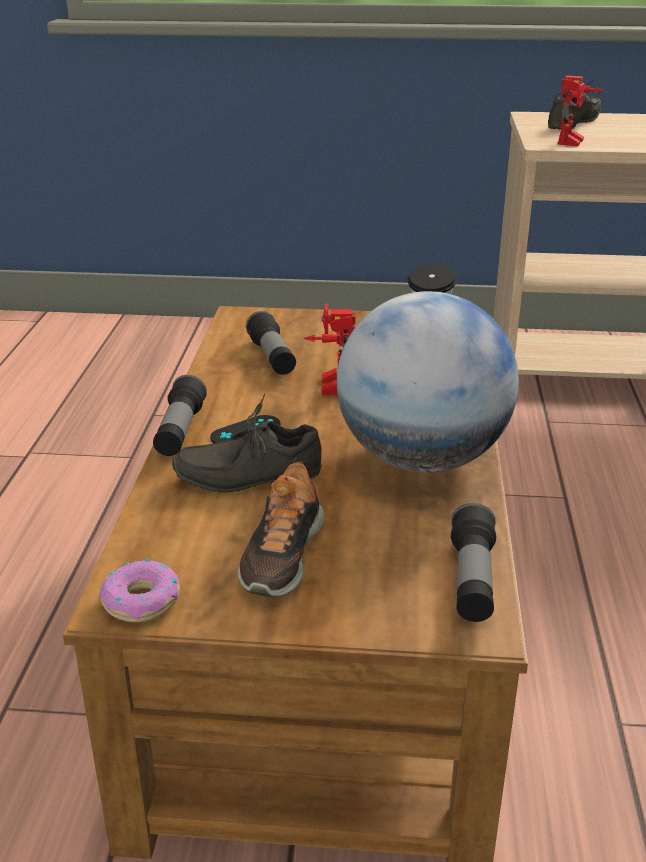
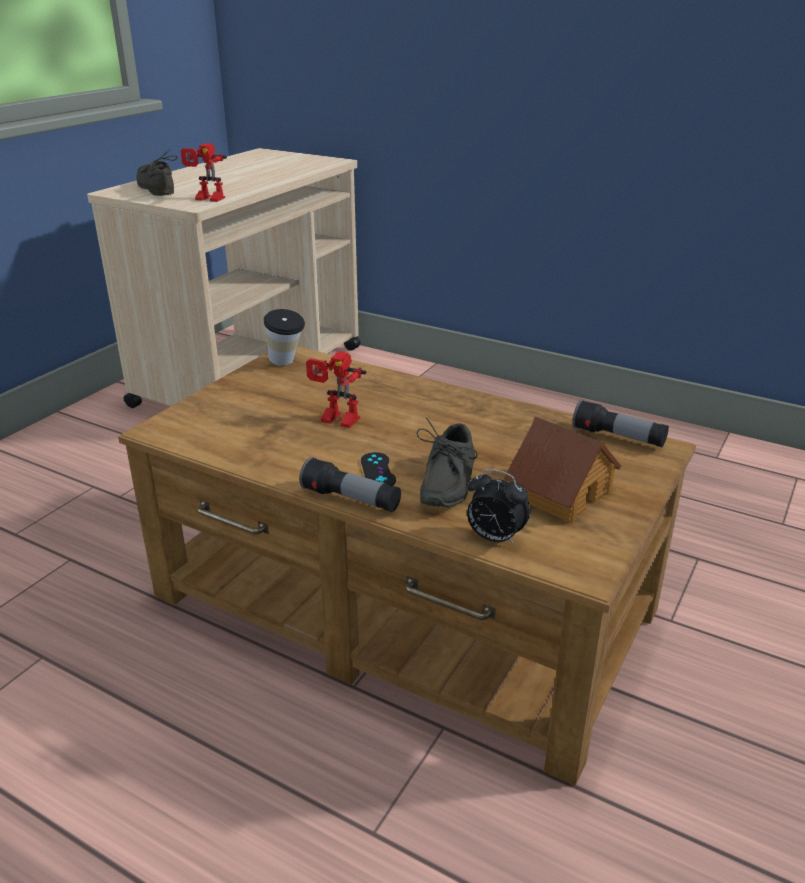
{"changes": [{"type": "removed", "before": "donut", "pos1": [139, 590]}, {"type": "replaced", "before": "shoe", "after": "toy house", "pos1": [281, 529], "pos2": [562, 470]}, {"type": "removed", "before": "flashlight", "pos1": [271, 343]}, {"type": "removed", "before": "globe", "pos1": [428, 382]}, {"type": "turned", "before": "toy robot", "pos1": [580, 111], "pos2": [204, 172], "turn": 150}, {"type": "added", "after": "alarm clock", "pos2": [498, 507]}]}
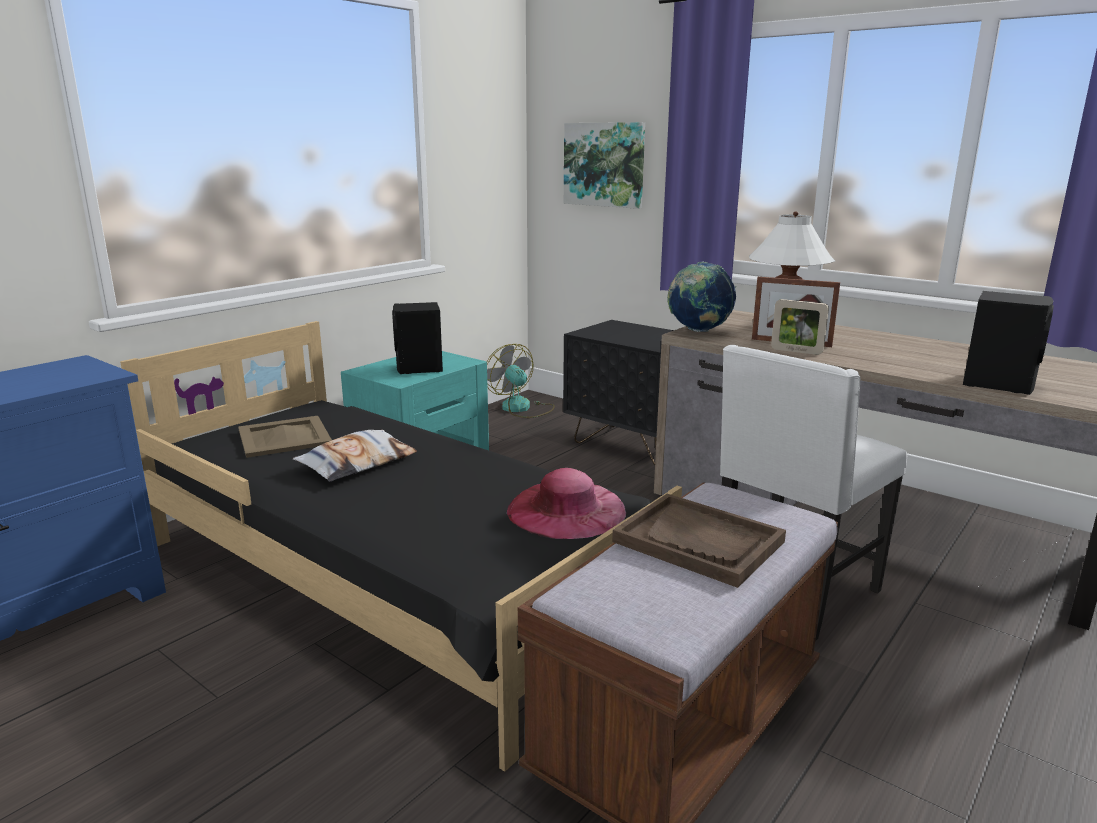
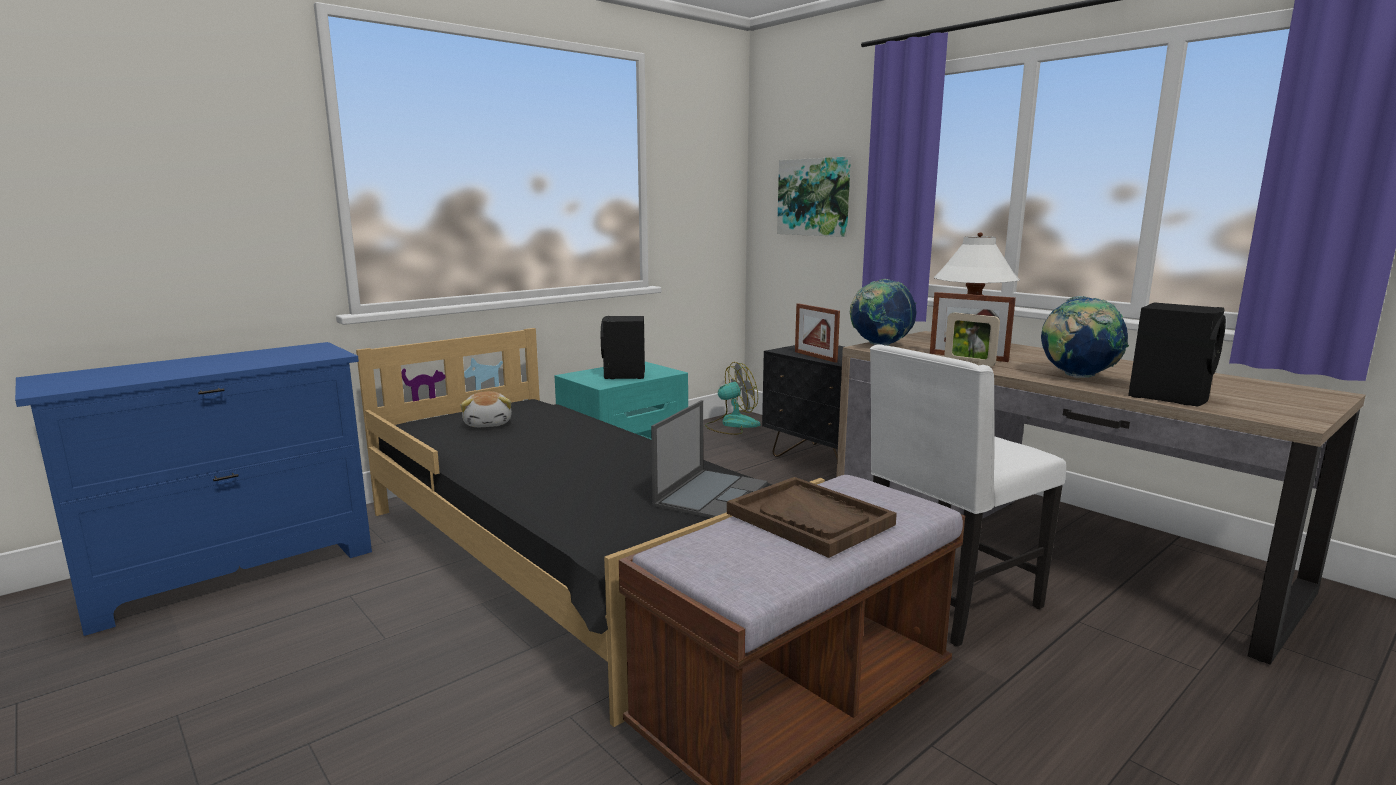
{"changes": [{"type": "replaced", "before": "beige tray", "after": "plush toy", "pos1": [285, 437], "pos2": [486, 409]}, {"type": "removed", "before": "pillow", "pos1": [355, 456]}, {"type": "turned", "before": "fan", "pos1": [521, 381], "pos2": [732, 398], "turn": 90}, {"type": "replaced", "before": "pink hat", "after": "laptop", "pos1": [566, 503], "pos2": [709, 459]}, {"type": "added", "after": "picture frame", "pos2": [817, 333]}, {"type": "added", "after": "globe", "pos2": [1085, 337]}]}
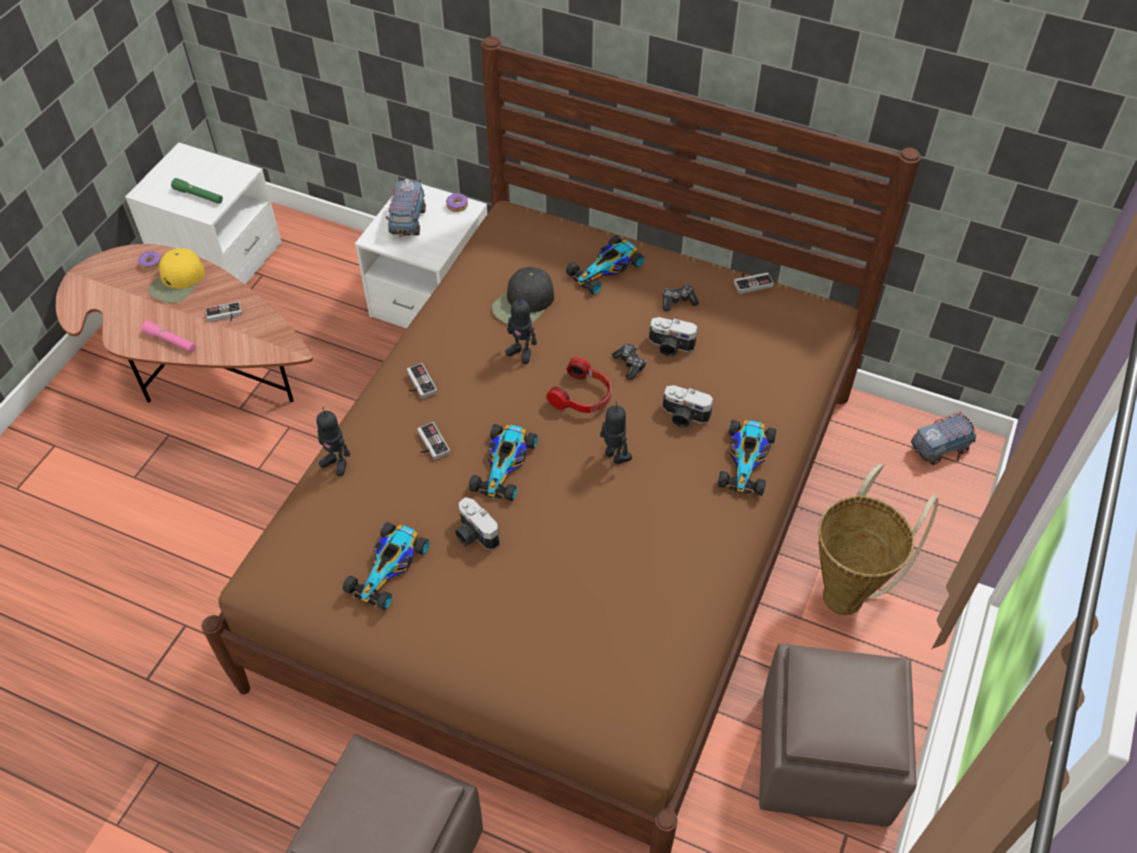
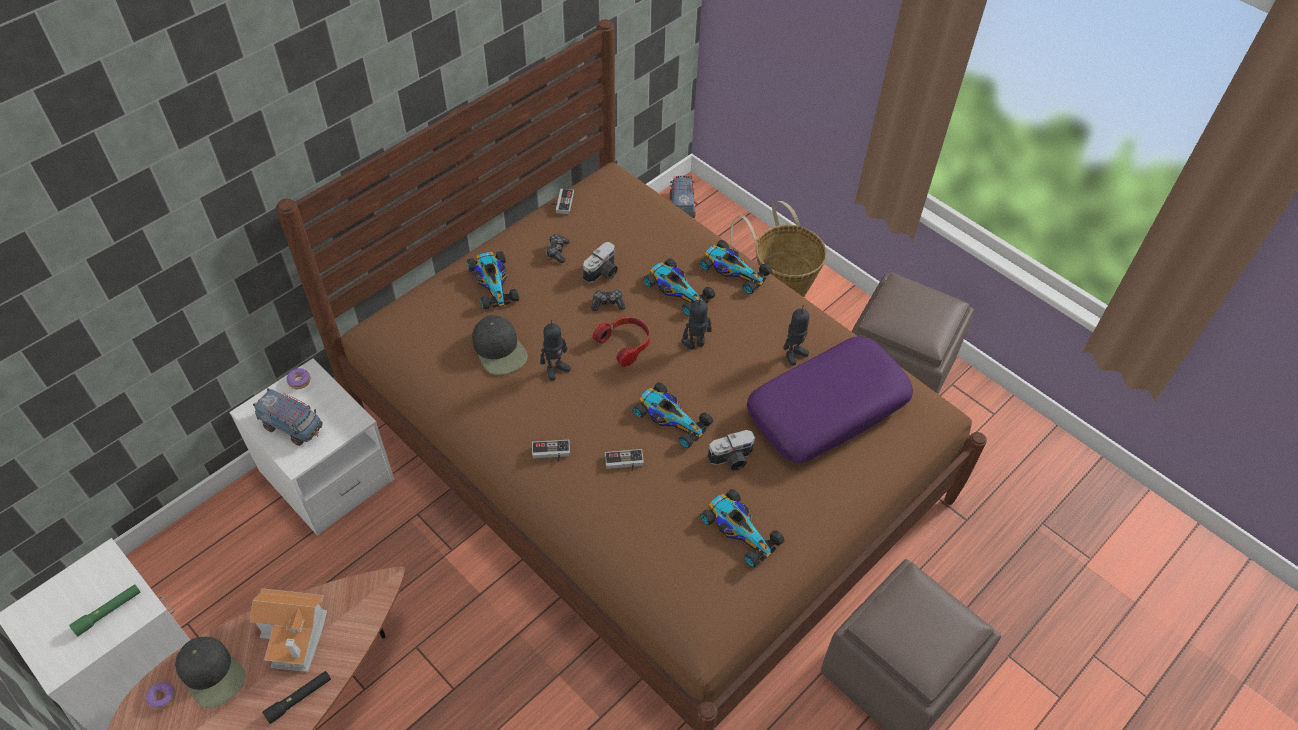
{"changes": [{"type": "recoloured", "before": "pink flashlight", "after": "black flashlight", "pos1": [168, 336], "pos2": [296, 697]}, {"type": "recoloured", "before": "yellow cap", "after": "black cap", "pos1": [176, 275], "pos2": [210, 672]}, {"type": "replaced", "before": "game controller", "after": "toy house", "pos1": [223, 312], "pos2": [288, 630]}, {"type": "moved", "before": "toy robot", "pos1": [333, 441], "pos2": [796, 335]}, {"type": "replaced", "before": "photo camera", "after": "toy car", "pos1": [688, 406], "pos2": [679, 287]}, {"type": "added", "after": "purple pillow", "pos2": [830, 399]}]}
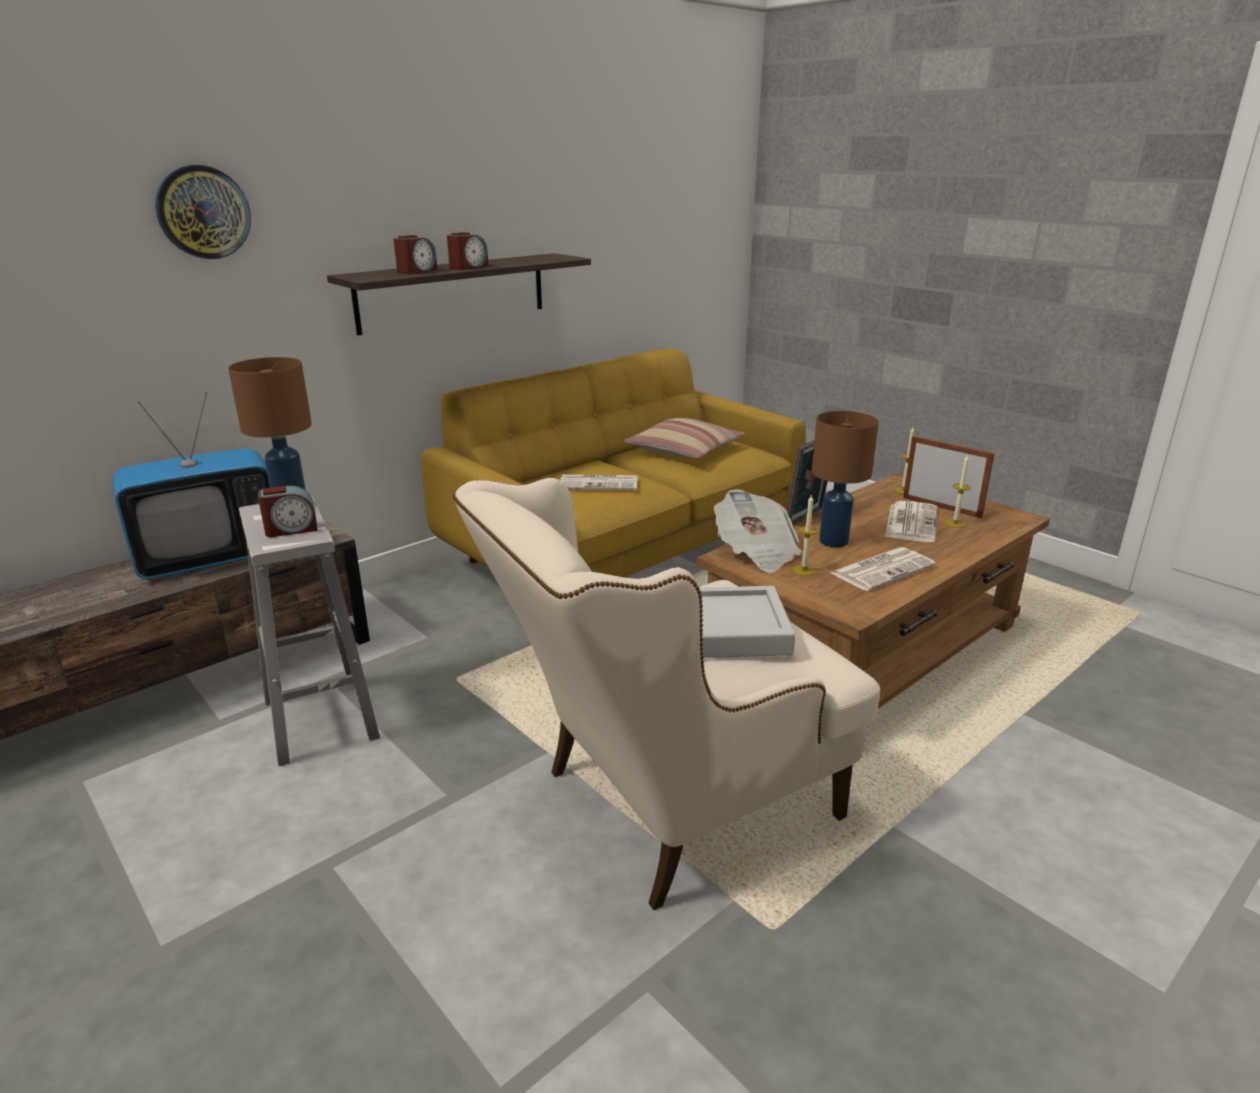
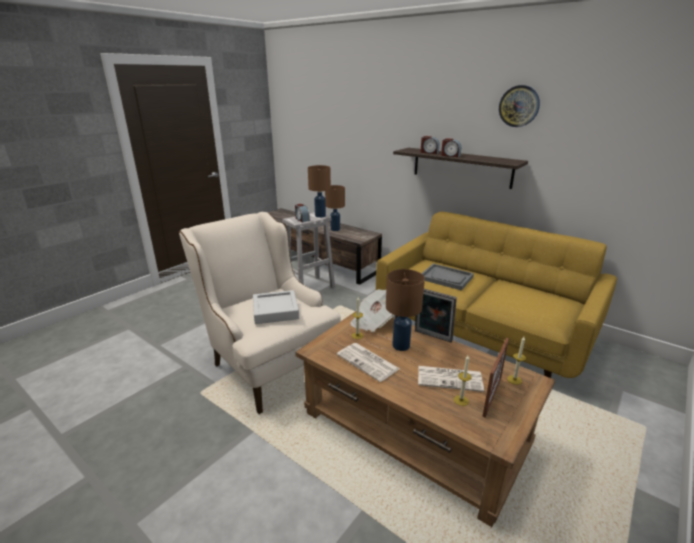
{"changes": [{"type": "replaced", "before": "television", "after": "brown table lamp", "pos1": [191, 485], "pos2": [335, 208]}, {"type": "moved", "before": "wall clock", "pos1": [203, 212], "pos2": [519, 106]}, {"type": "replaced", "before": "newspaper", "after": "grey tray", "pos1": [598, 482], "pos2": [447, 277]}, {"type": "removed", "before": "pillow", "pos1": [684, 438]}]}
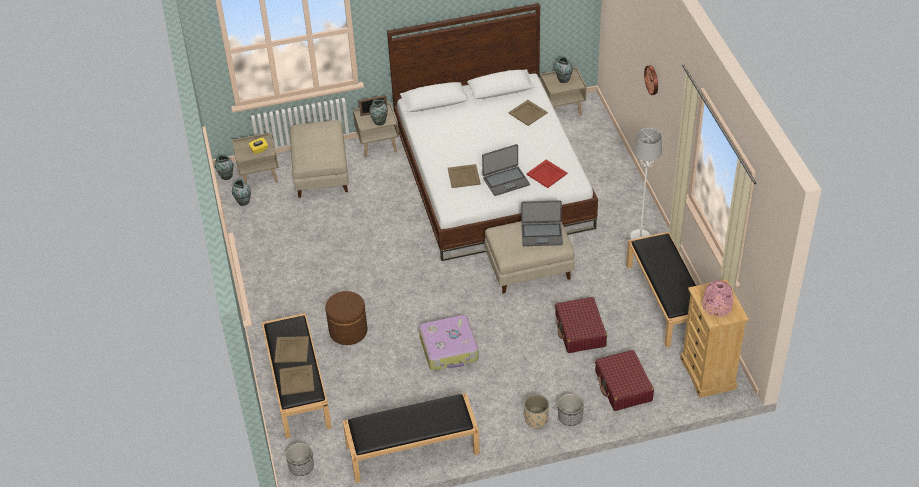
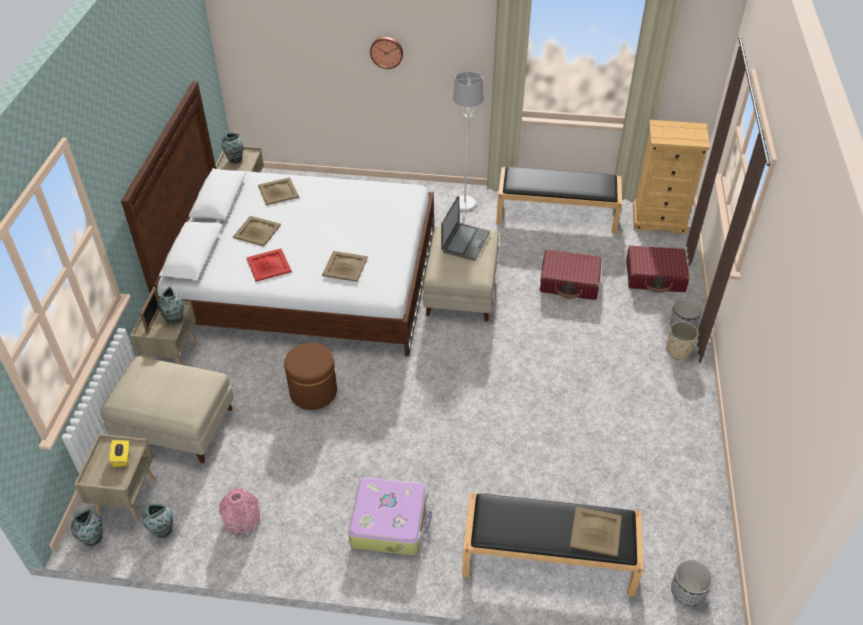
{"changes": [{"type": "moved", "before": "beige tray", "pos1": [291, 349], "pos2": [257, 231]}, {"type": "moved", "before": "brown ottoman", "pos1": [346, 318], "pos2": [310, 376]}, {"type": "removed", "before": "black bench", "pos1": [411, 438]}, {"type": "moved", "before": "suitcase", "pos1": [449, 343], "pos2": [390, 516]}, {"type": "removed", "before": "laptop", "pos1": [506, 170]}, {"type": "moved", "before": "red tray", "pos1": [547, 174], "pos2": [269, 265]}, {"type": "moved", "before": "pink vase", "pos1": [718, 299], "pos2": [239, 511]}]}
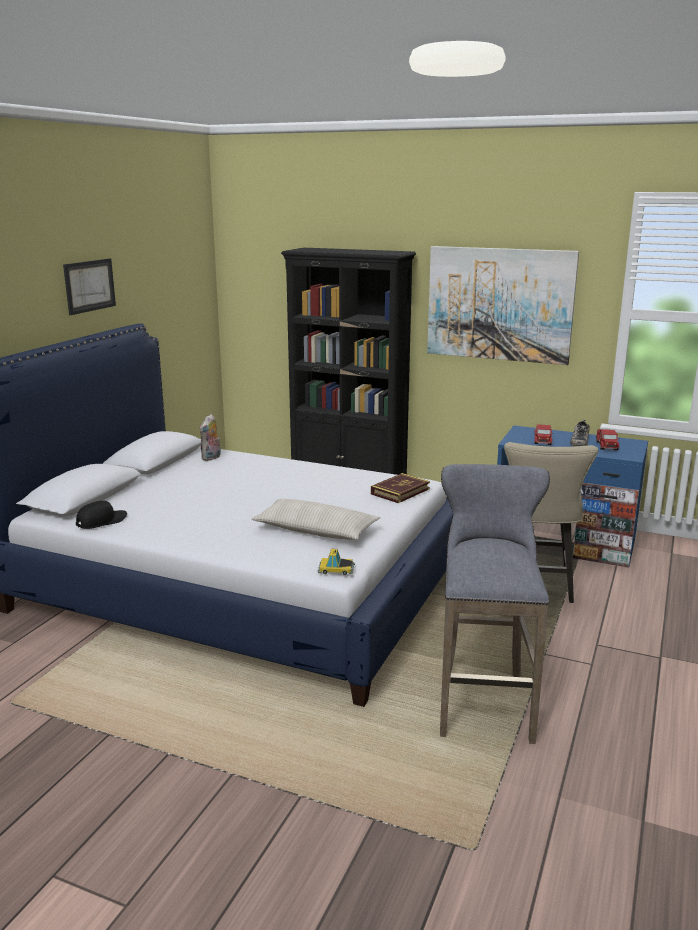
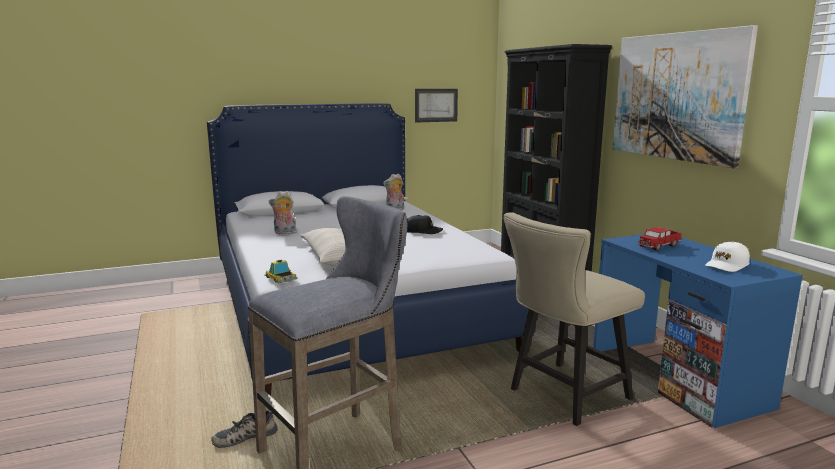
{"changes": [{"type": "moved", "before": "picture", "pos1": [89, 286], "pos2": [436, 105]}, {"type": "moved", "before": "black cap", "pos1": [101, 514], "pos2": [425, 224]}, {"type": "removed", "before": "book", "pos1": [400, 488]}, {"type": "moved", "before": "shoe", "pos1": [580, 433], "pos2": [244, 429]}, {"type": "replaced", "before": "toy truck", "after": "white cap", "pos1": [608, 439], "pos2": [727, 257]}, {"type": "added", "after": "plush toy", "pos2": [283, 212]}]}
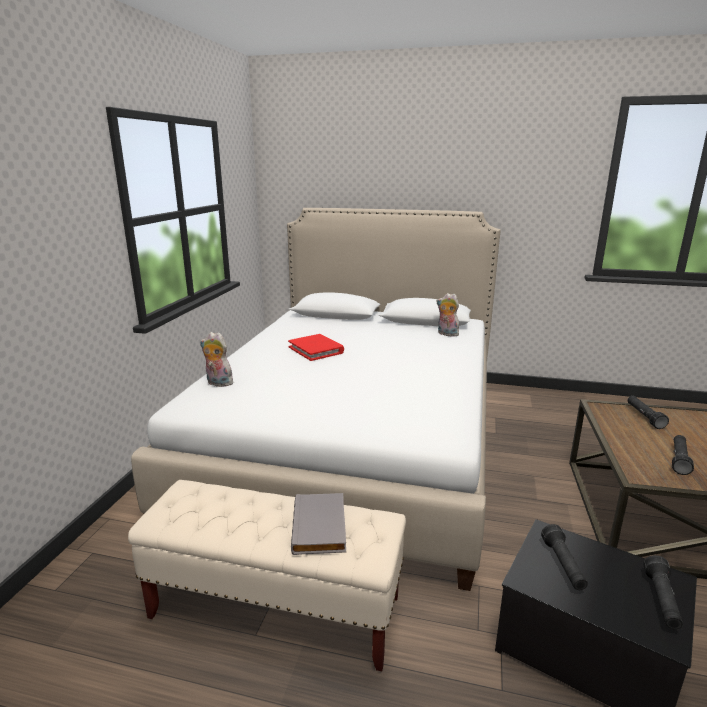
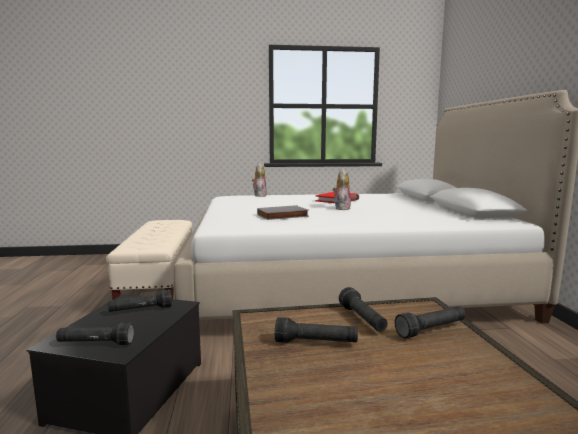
{"changes": [{"type": "moved", "before": "grey book", "pos1": [318, 524], "pos2": [283, 212]}, {"type": "moved", "before": "plush toy", "pos1": [448, 315], "pos2": [342, 189]}, {"type": "added", "after": "black flashlight", "pos2": [363, 309]}]}
